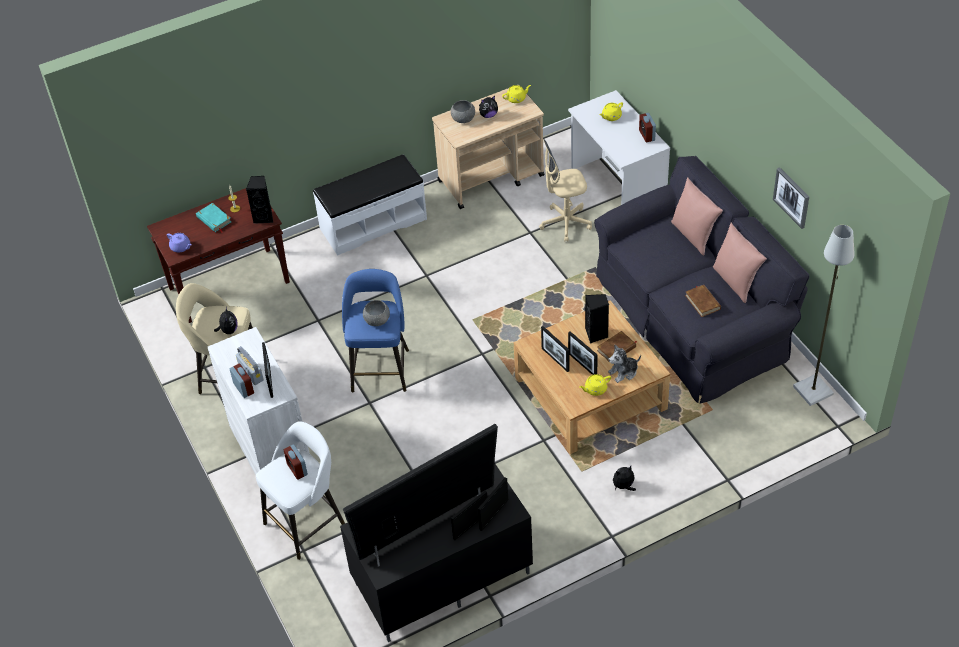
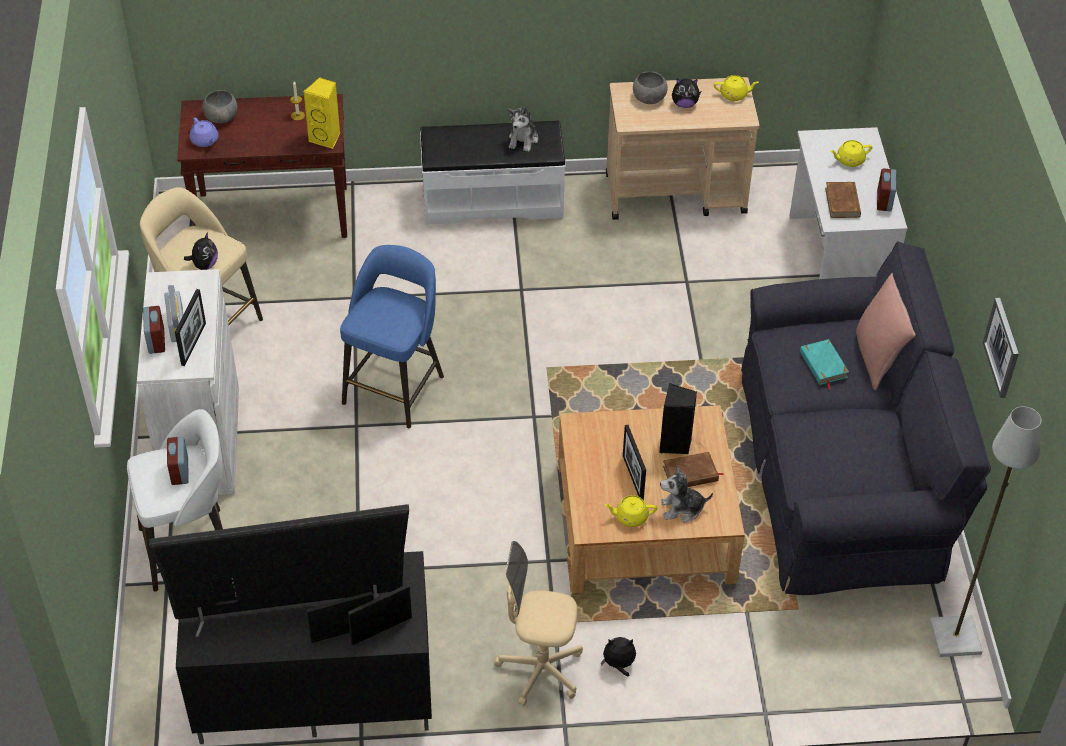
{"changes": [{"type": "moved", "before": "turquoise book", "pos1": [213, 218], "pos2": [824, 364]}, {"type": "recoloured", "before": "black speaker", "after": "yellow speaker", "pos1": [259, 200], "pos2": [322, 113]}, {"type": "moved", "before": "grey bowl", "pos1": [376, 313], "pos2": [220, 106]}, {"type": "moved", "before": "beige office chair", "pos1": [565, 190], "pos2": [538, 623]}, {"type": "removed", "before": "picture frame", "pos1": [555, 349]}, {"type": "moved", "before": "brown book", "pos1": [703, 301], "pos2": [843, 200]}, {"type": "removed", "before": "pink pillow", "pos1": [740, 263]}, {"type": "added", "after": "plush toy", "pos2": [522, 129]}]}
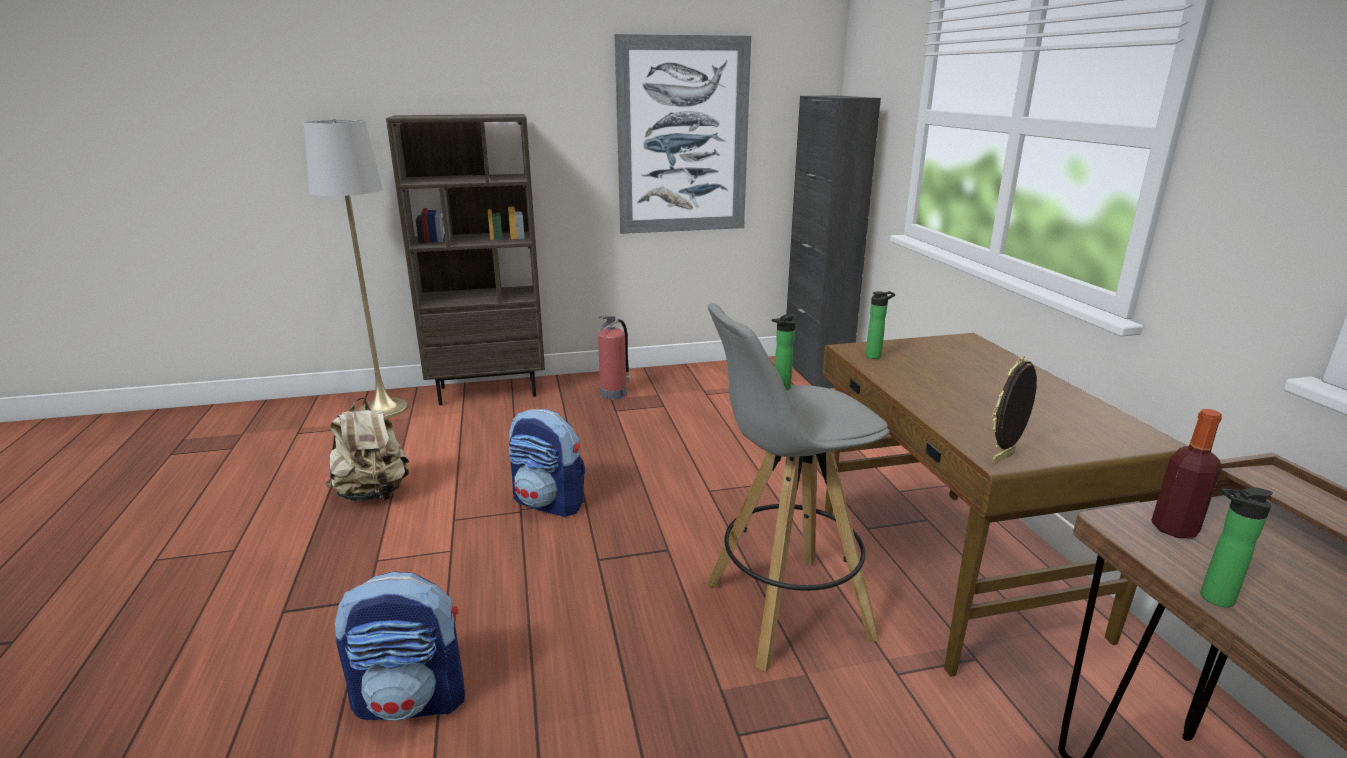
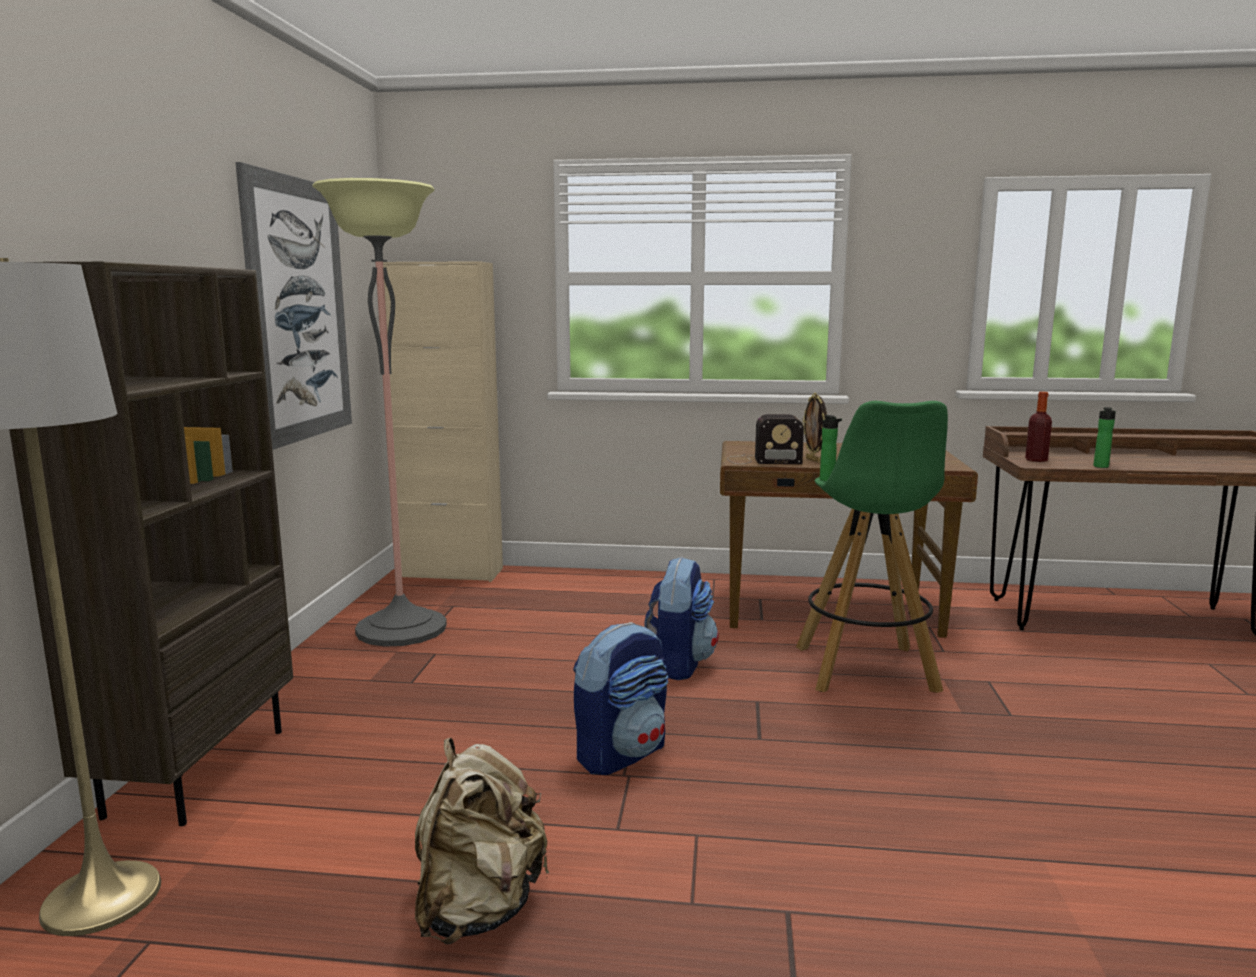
{"changes": [{"type": "moved", "before": "backpack", "pos1": [400, 646], "pos2": [681, 618]}, {"type": "removed", "before": "fire extinguisher", "pos1": [614, 358]}, {"type": "recoloured", "before": "grey stool", "after": "green stool", "pos1": [798, 487], "pos2": [872, 547]}, {"type": "recoloured", "before": "black cabinet", "after": "beige cabinet", "pos1": [833, 242], "pos2": [443, 421]}, {"type": "replaced", "before": "bottle", "after": "radio", "pos1": [880, 325], "pos2": [765, 439]}, {"type": "moved", "before": "picture frame", "pos1": [1014, 410], "pos2": [814, 428]}, {"type": "added", "after": "floor lamp", "pos2": [379, 412]}]}
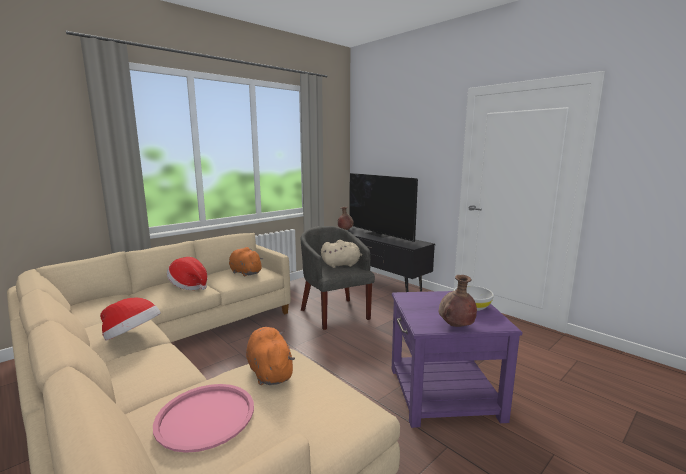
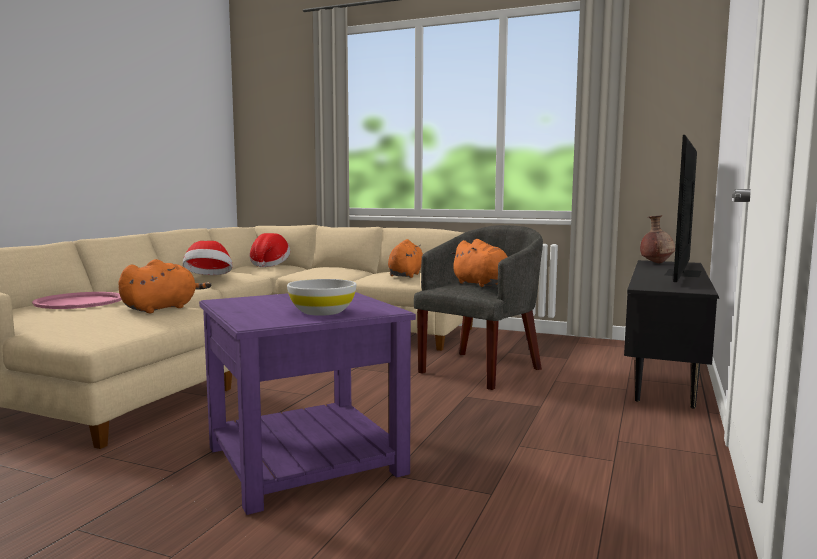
{"changes": [{"type": "moved", "before": "hat", "pos1": [187, 273], "pos2": [269, 250]}, {"type": "recoloured", "before": "beige plush toy", "after": "orange plush toy", "pos1": [341, 254], "pos2": [478, 263]}, {"type": "removed", "before": "brown vase", "pos1": [458, 301]}]}
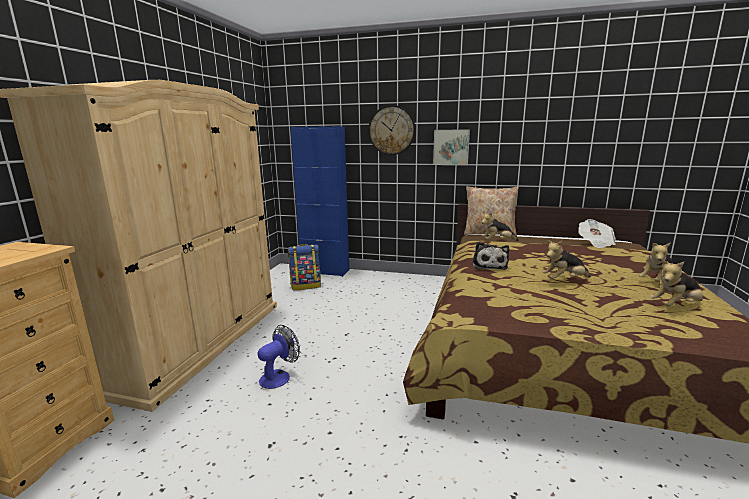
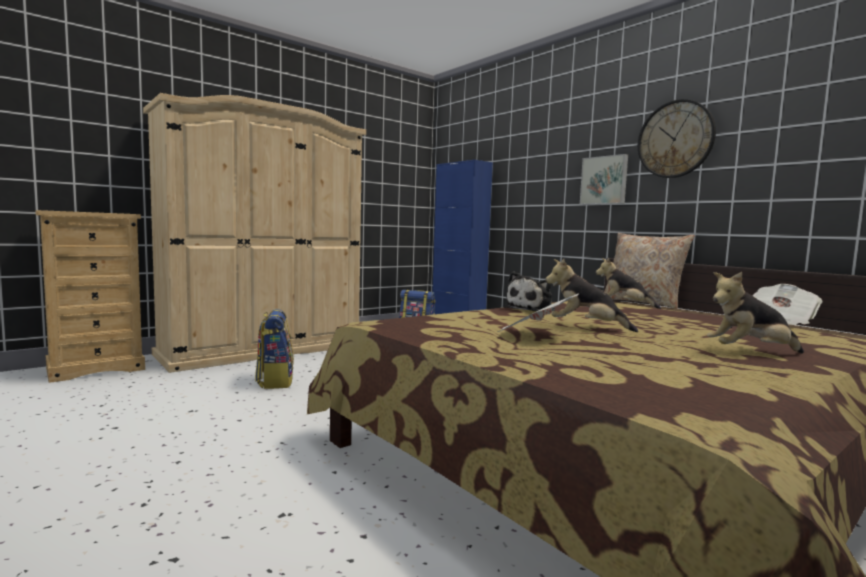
{"changes": [{"type": "replaced", "before": "fan", "after": "backpack", "pos1": [279, 357], "pos2": [274, 349]}, {"type": "moved", "before": "wall clock", "pos1": [391, 130], "pos2": [677, 138]}, {"type": "removed", "before": "plush toy", "pos1": [676, 283]}, {"type": "added", "after": "newspaper", "pos2": [538, 312]}]}
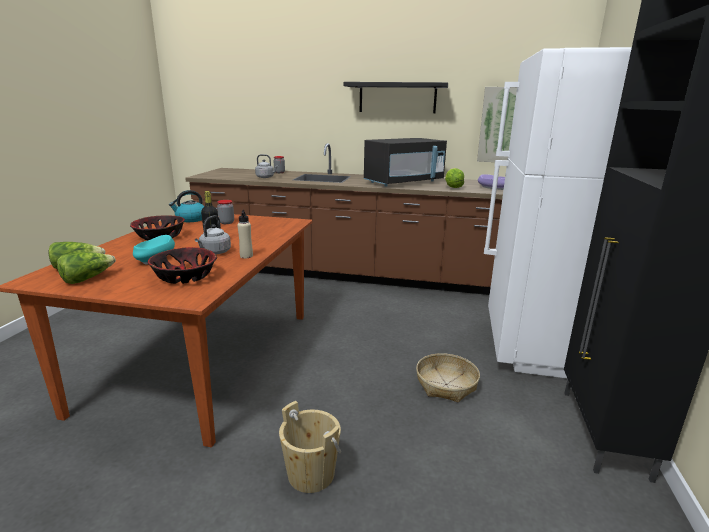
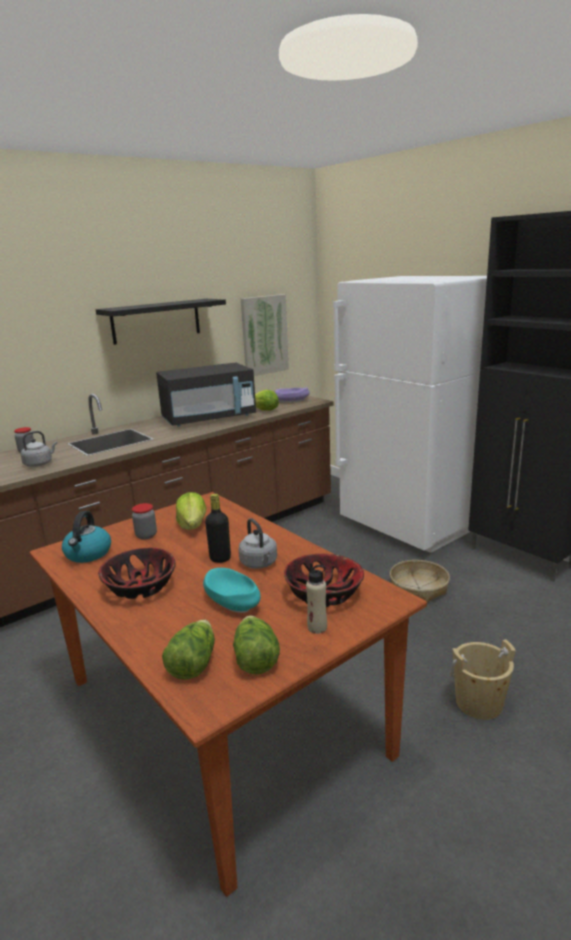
{"changes": [{"type": "moved", "before": "beige bottle", "pos1": [245, 233], "pos2": [316, 598]}, {"type": "turned", "before": "black microwave", "pos1": [405, 162], "pos2": [206, 395], "turn": 60}, {"type": "added", "after": "lettuce", "pos2": [191, 511]}]}
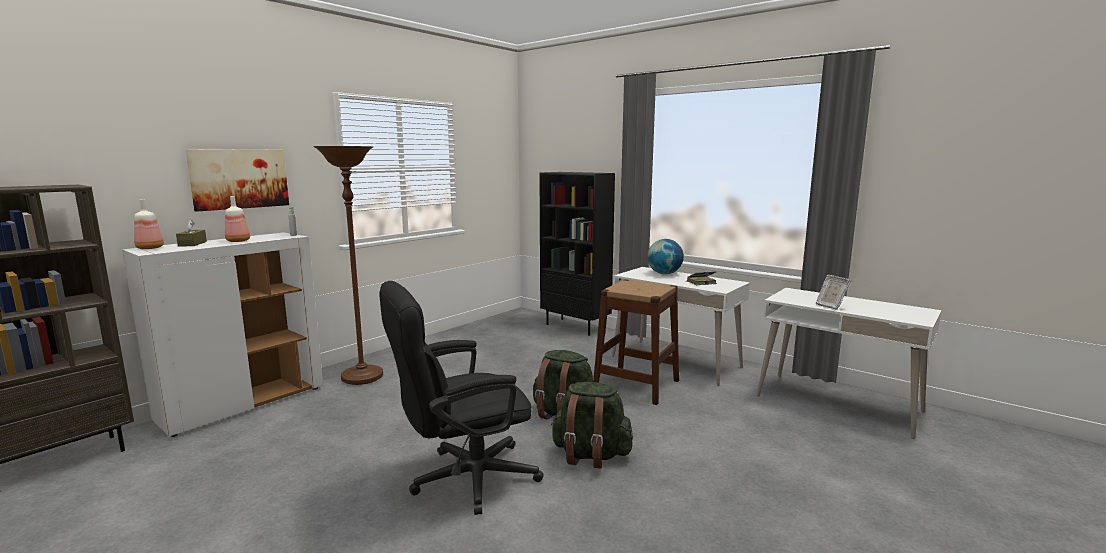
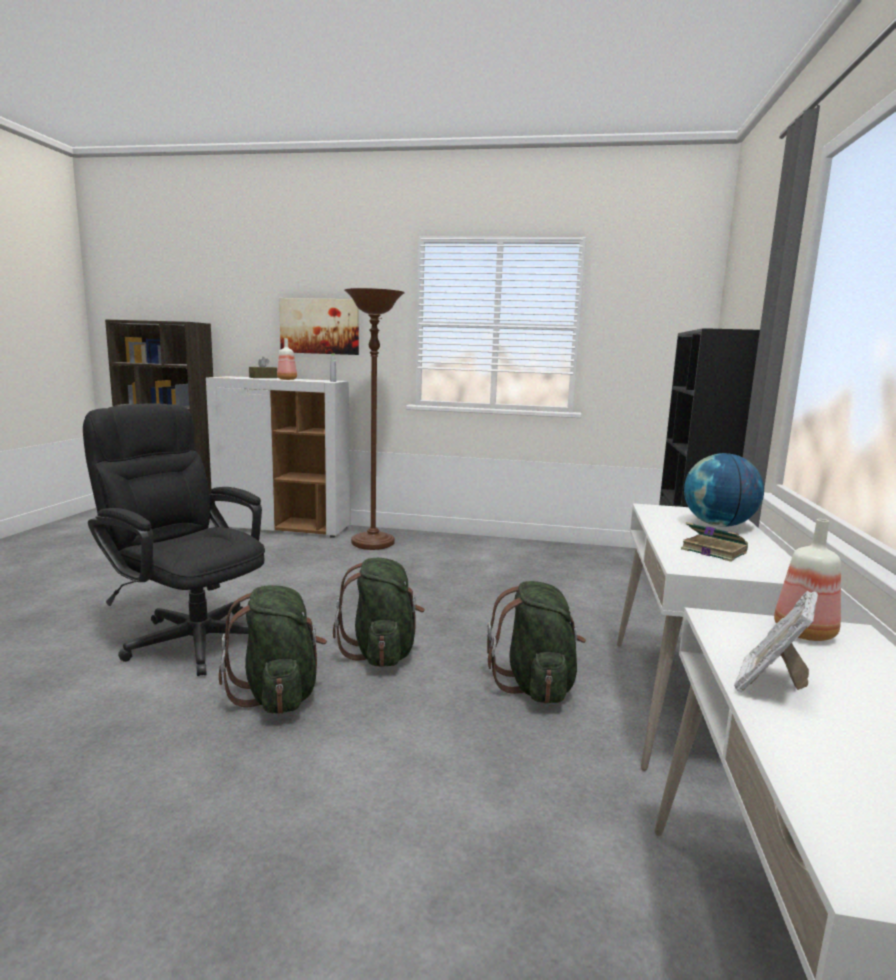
{"changes": [{"type": "moved", "before": "bottle", "pos1": [149, 224], "pos2": [807, 580]}, {"type": "replaced", "before": "brown stool", "after": "green backpack", "pos1": [636, 342], "pos2": [536, 642]}]}
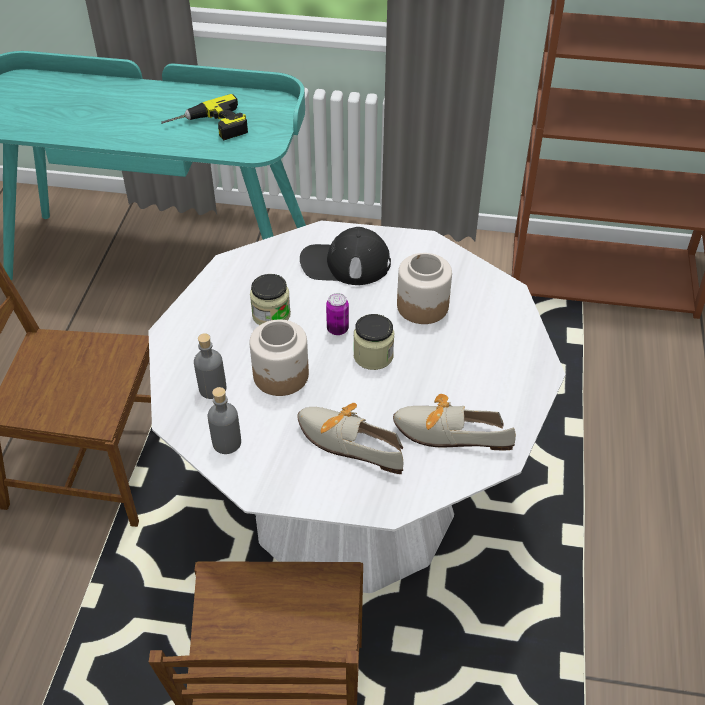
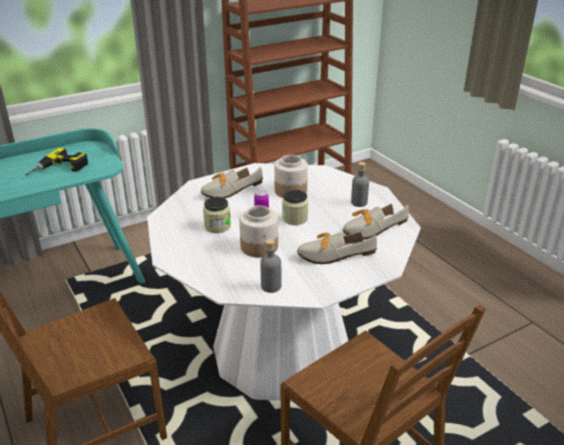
{"changes": [{"type": "moved", "before": "grey bottle", "pos1": [210, 366], "pos2": [360, 184]}, {"type": "replaced", "before": "black cap", "after": "shoe", "pos1": [345, 256], "pos2": [232, 182]}]}
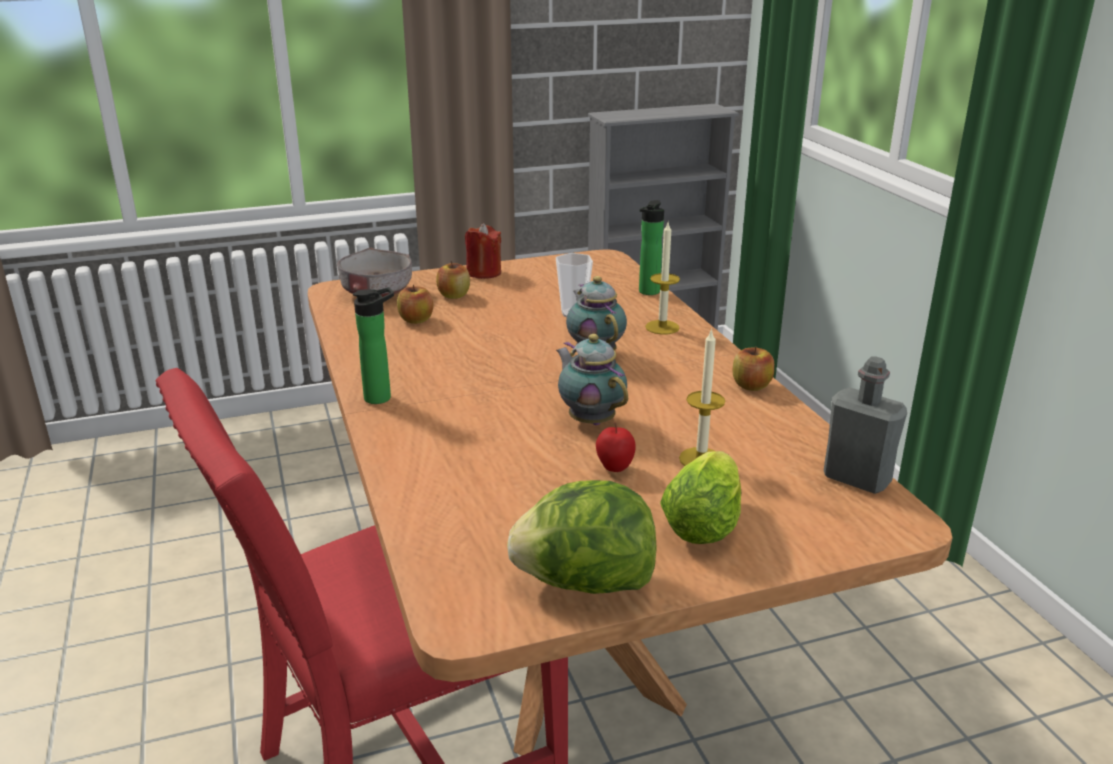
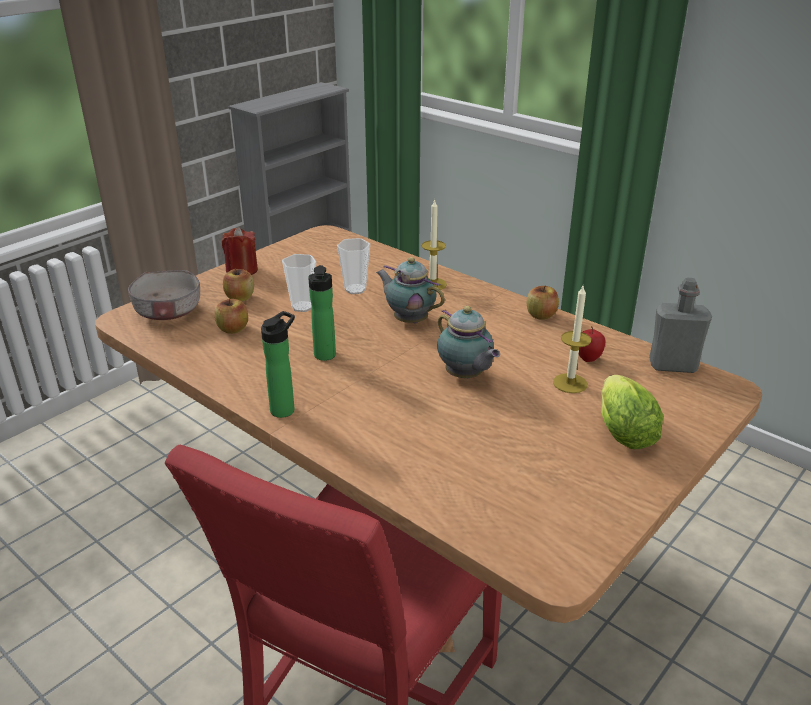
{"changes": [{"type": "removed", "before": "lettuce", "pos1": [582, 537]}, {"type": "turned", "before": "teapot", "pos1": [592, 379], "pos2": [468, 342], "turn": -150}, {"type": "moved", "before": "apple", "pos1": [616, 447], "pos2": [592, 344]}, {"type": "moved", "before": "bottle", "pos1": [651, 247], "pos2": [322, 313]}, {"type": "added", "after": "cup", "pos2": [299, 283]}]}
